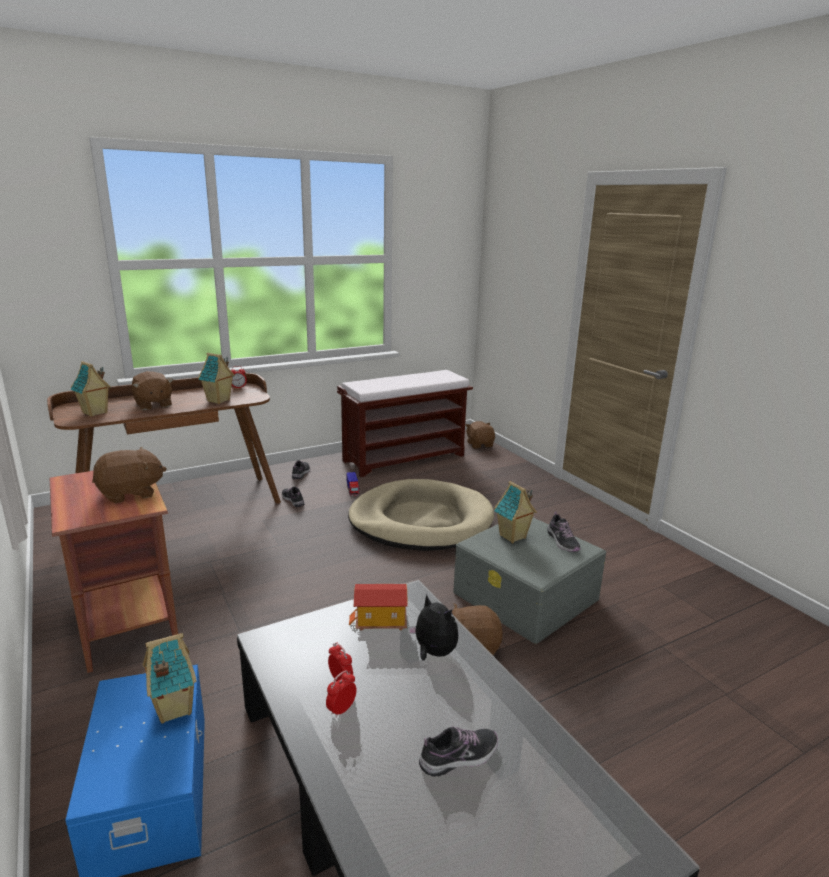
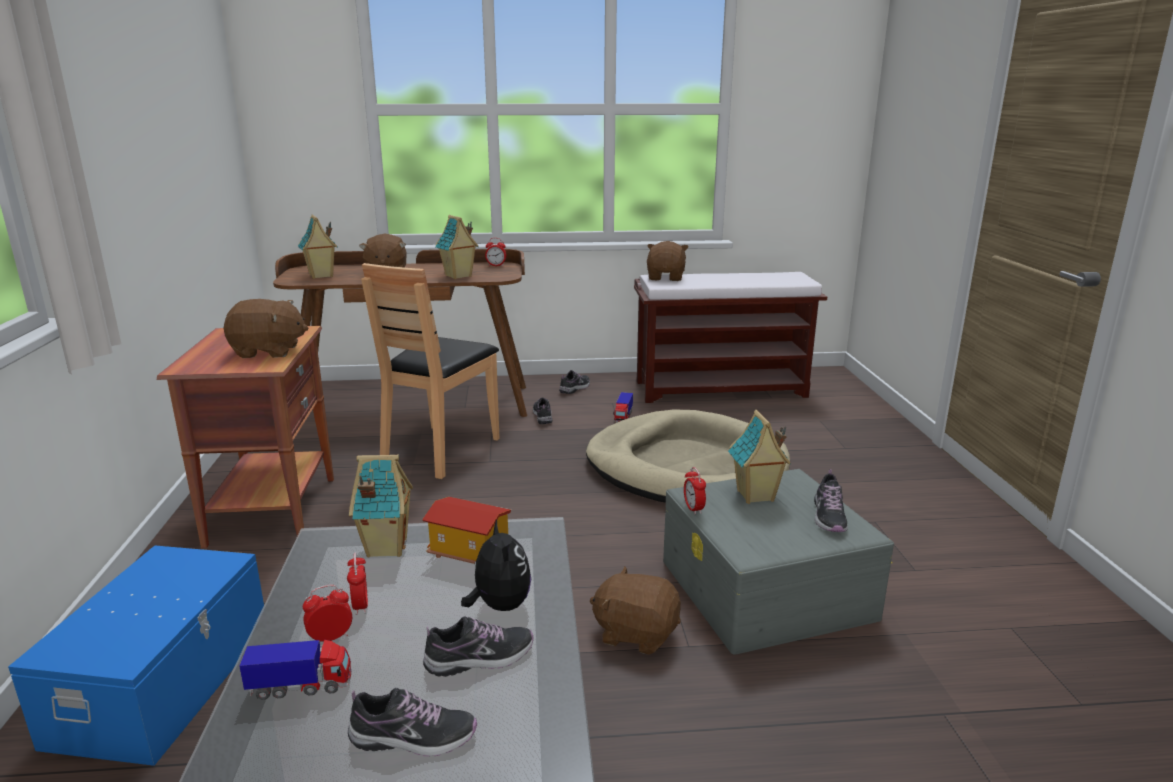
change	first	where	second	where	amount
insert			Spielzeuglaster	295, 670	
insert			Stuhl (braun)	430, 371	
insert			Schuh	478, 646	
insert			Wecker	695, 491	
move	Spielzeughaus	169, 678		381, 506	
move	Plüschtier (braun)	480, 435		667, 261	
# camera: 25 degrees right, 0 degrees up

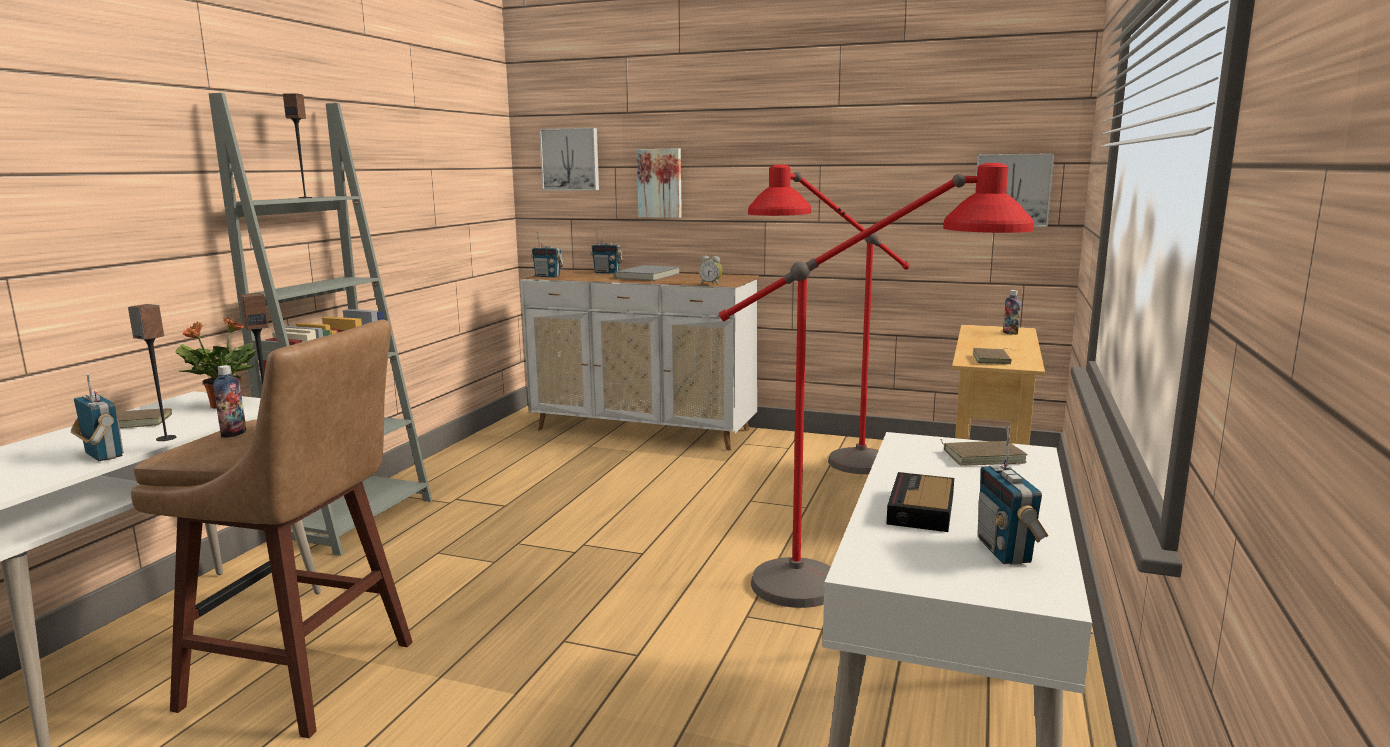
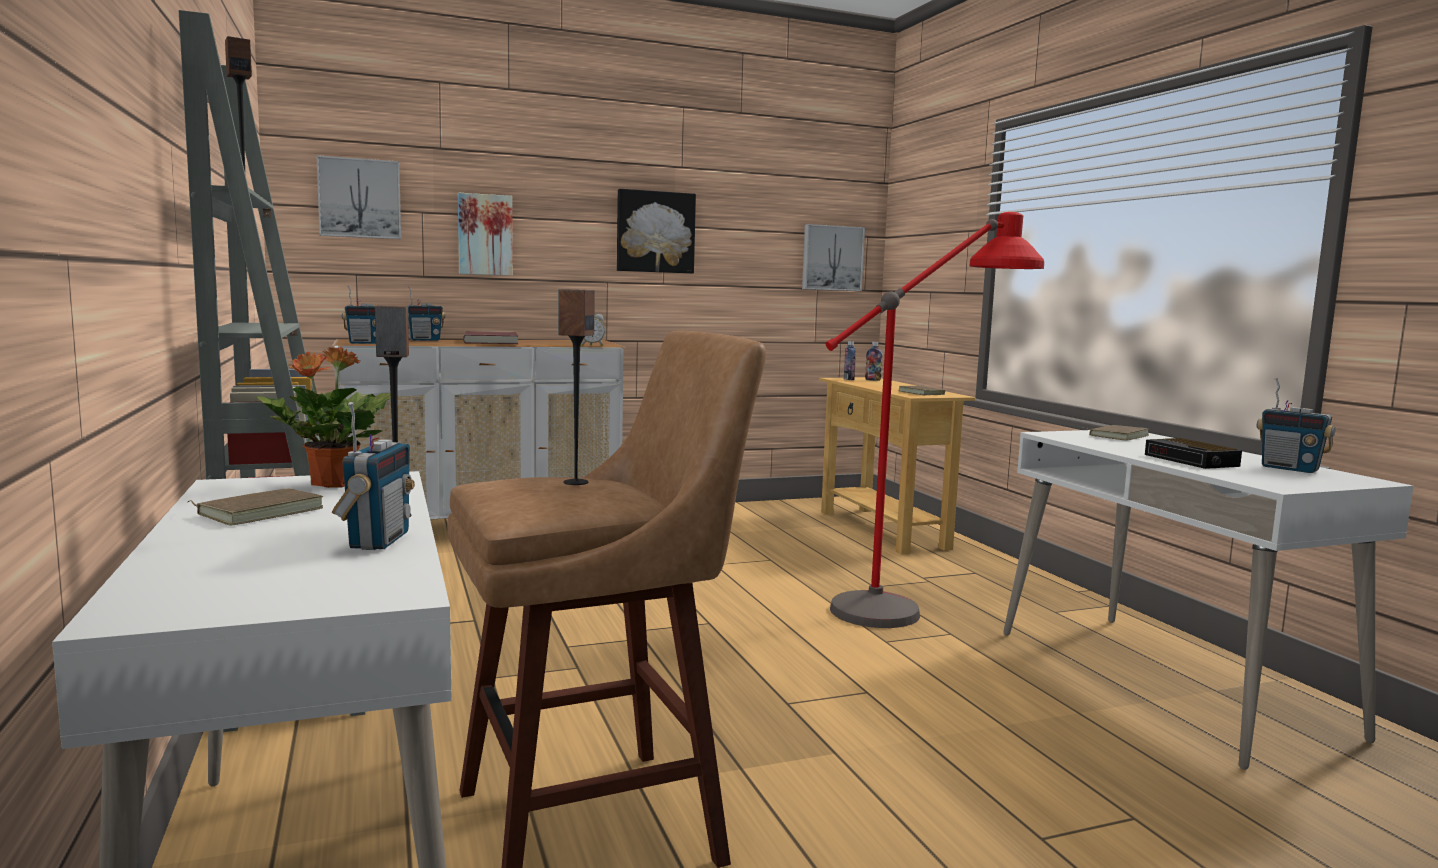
change	first	where	second	where	amount
delete	Stehlampe (rot)	829, 319			
insert			Bild	656, 231	
move	Flasche	230, 401		850, 360	
recolor	Buch (grau)	647, 273	Buch (rot)	490, 337	
rotate	Radio	97, 417		373, 476	90 degrees clockwise
# camera: 40 degrees left, 5 degrees down

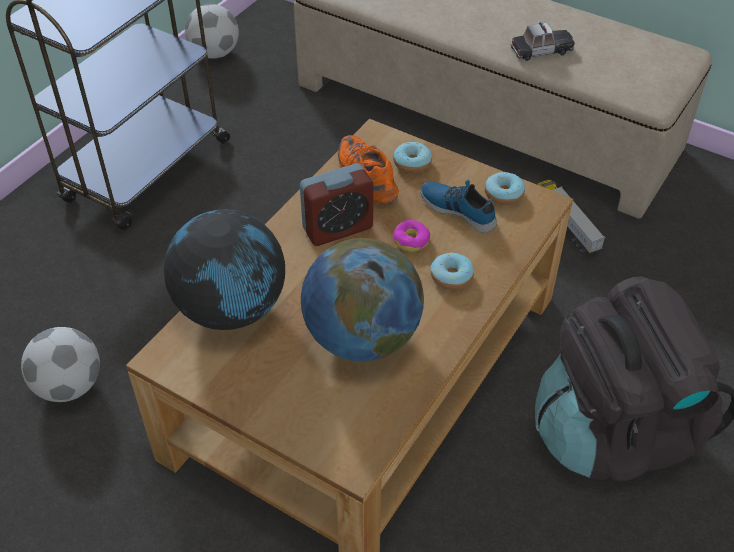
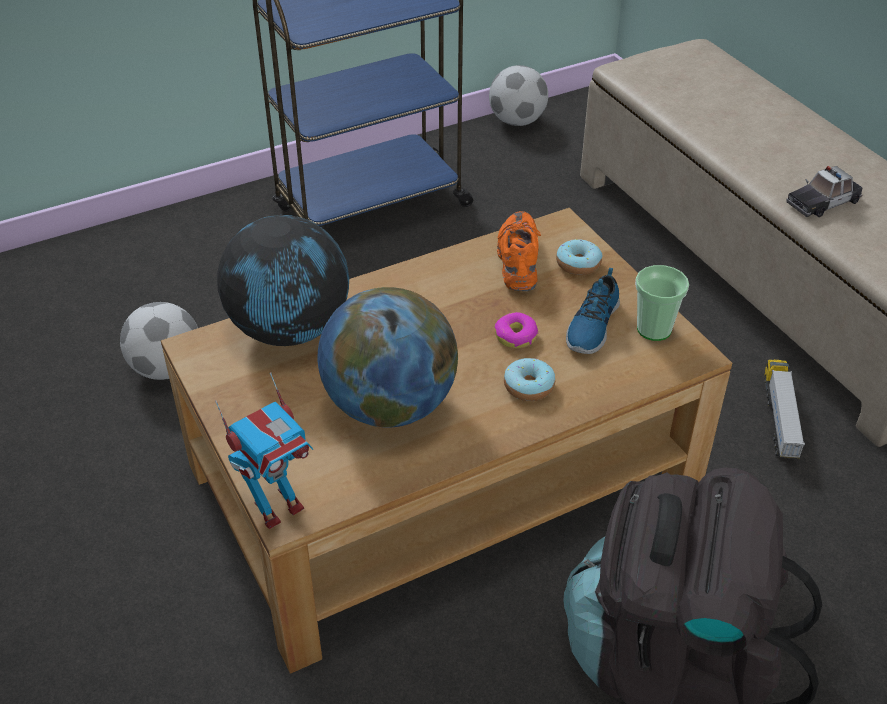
change	first	where	second	where	amount
delete	Wecker	336, 204			
insert			Spielzeugroboter	264, 450	
replace	Donut	505, 188	Tasse	662, 303	
rotate	Schuh	458, 206		593, 311	135 degrees counterclockwise
rotate	Spielzeugauto	543, 41		824, 191	135 degrees clockwise
# camera: 30 degrees right, 5 degrees down

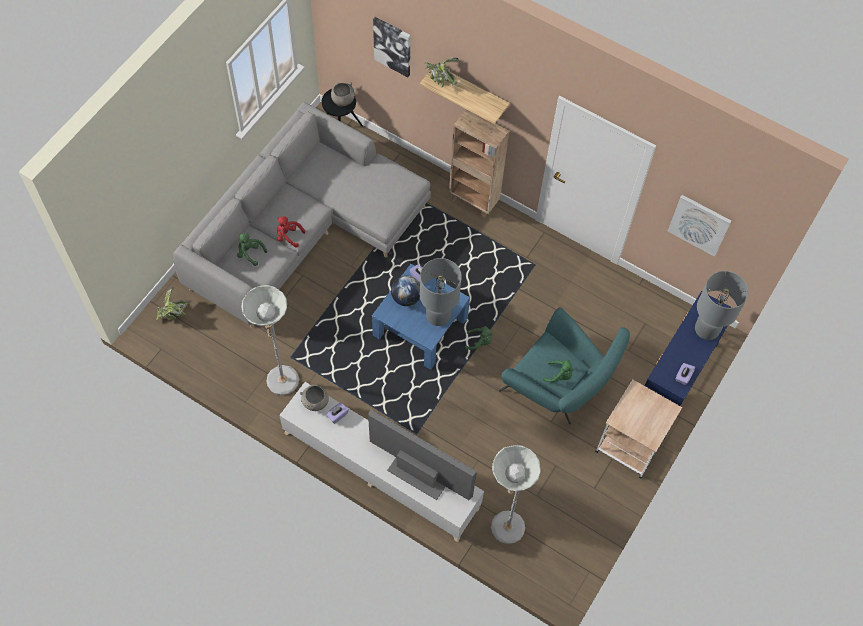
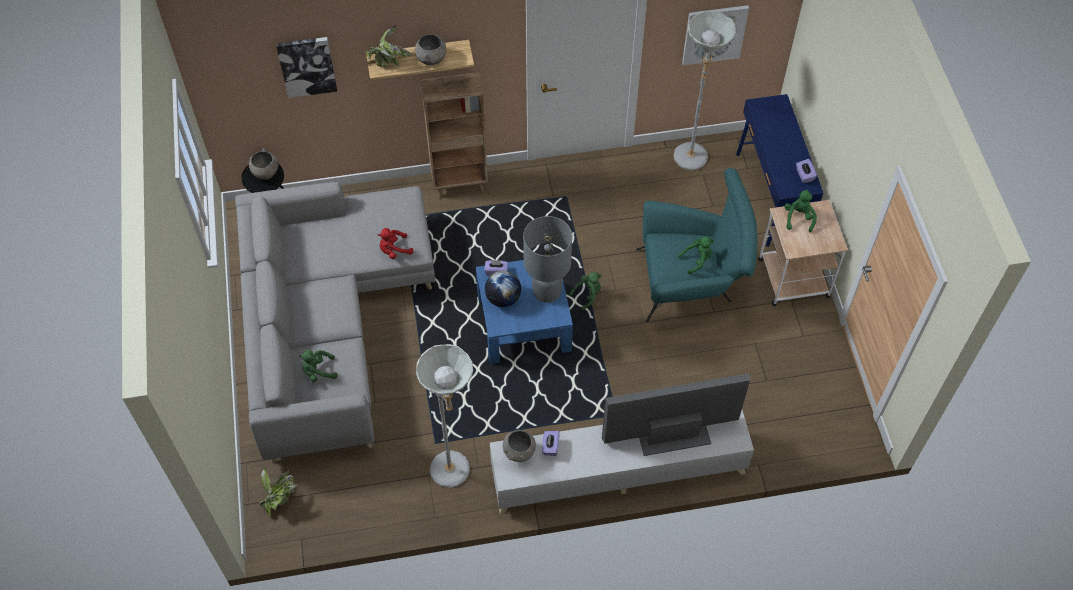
change	first	where	second	where	amount
delete	Tischlampe (grau)	721, 305			
insert			Schüssel (grau)	430, 49	
insert			Plüschtier (grün)	801, 210	
move	Plüschtier (rot)	291, 232		396, 243	
move	Stehlampe (grau)	516, 494		705, 90	
# camera: 40 degrees left, 5 degrees down

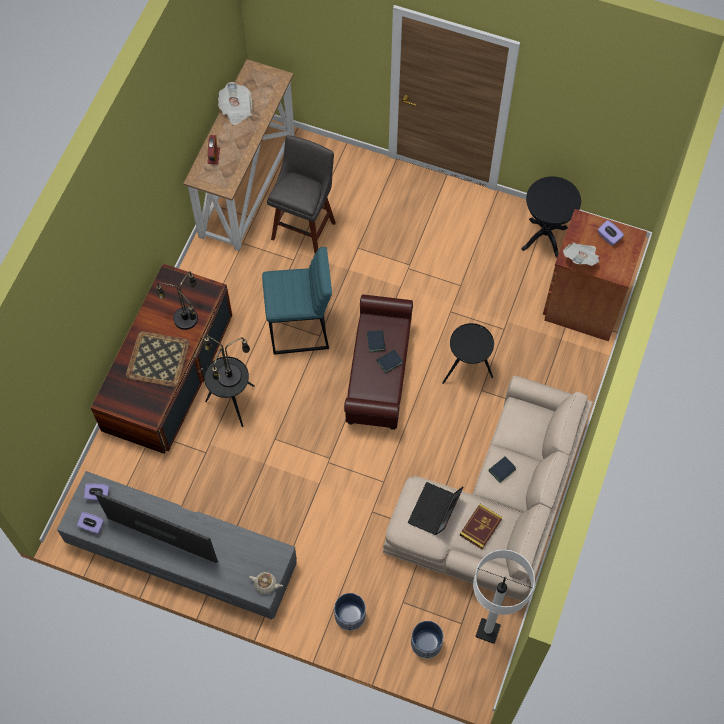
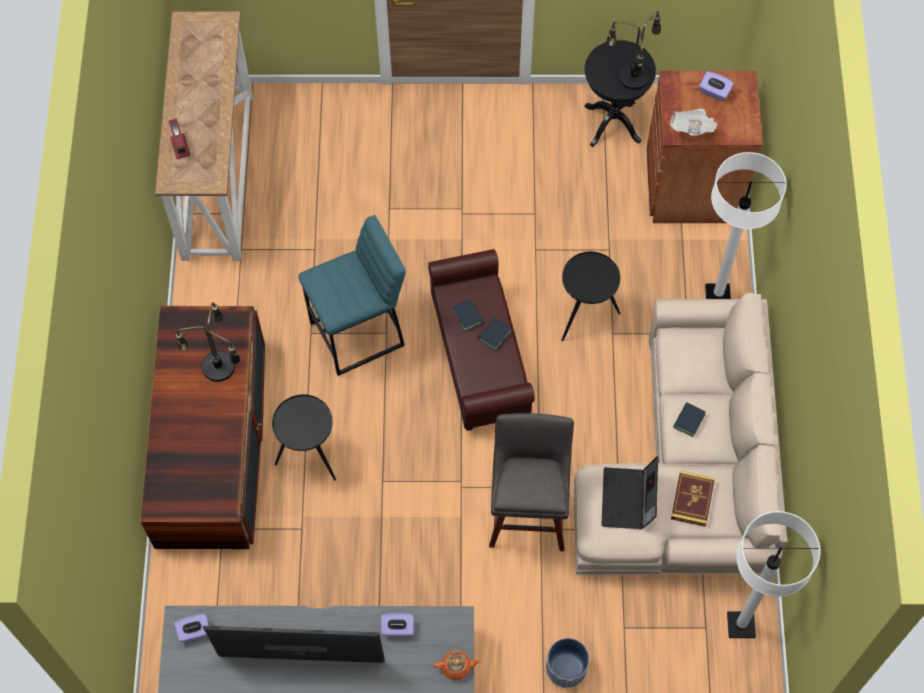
change	first	where	second	where	amount
delete	Tablett	158, 359			
delete	Zeitung	235, 103			
delete	Pflanzkübel	427, 640			
insert			Stehlampe (weiß)	745, 225	
move	Taschentuchbox (lila)	90, 523		397, 624	
move	Tischlampe	227, 361		634, 50	
move	Hocker (grau)	301, 194		531, 482	
recolor	Teekanne (beige)	266, 583	Teekanne (orange)	458, 665	
# camera: 20 degrees left, 0 degrees up

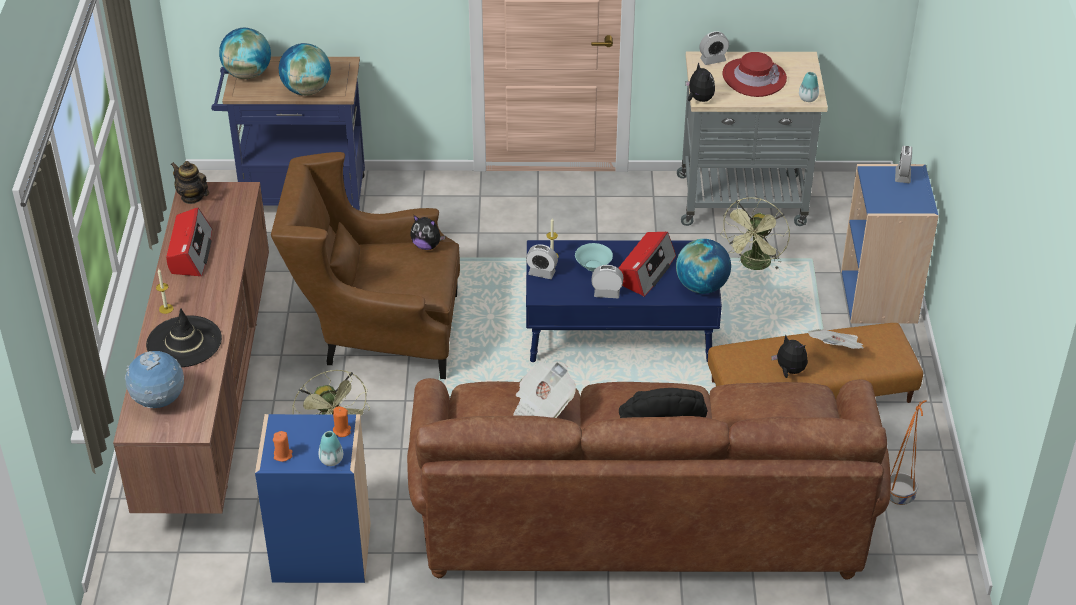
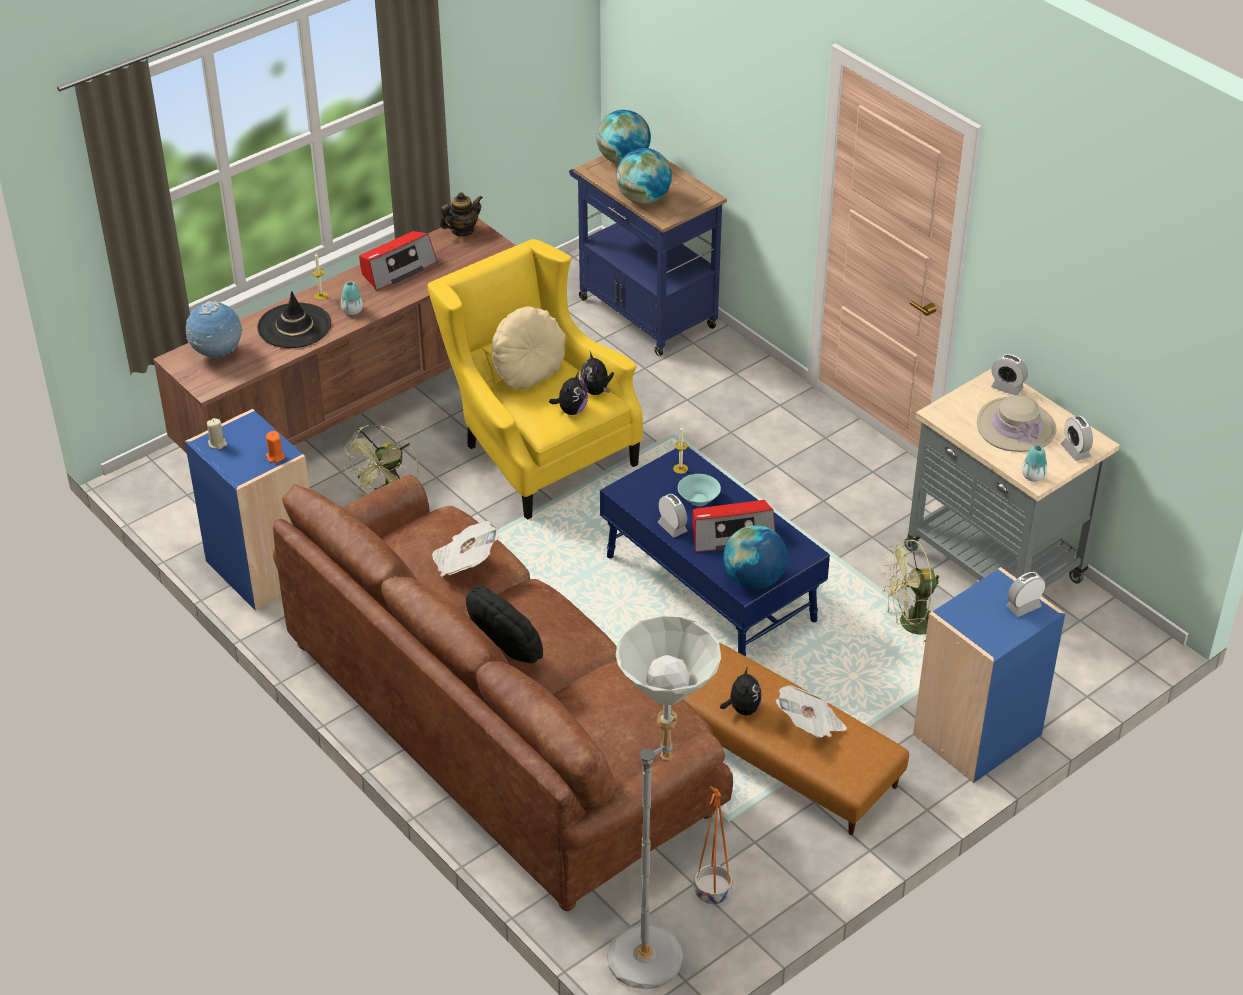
change	first	where	second	where	amount
insert			Kissen (beige)	528, 347	
insert			Stehlampe (grau)	664, 802	
move	Vase	330, 448		352, 298	
move	Wecker	542, 261		1077, 438	
move	Plüschtier	700, 82		568, 393	
recolor	Sessel (braun)	365, 265	Sessel (gelb)	535, 379	
recolor	Kerze (orange)	282, 446	Kerze (beige)	217, 433	
recolor	Hut (rot)	755, 74	Hut (beige)	1016, 423	
rotate	Teekanne	190, 182		461, 214	60 degrees clockwise
# camera: 50 degrees right, 0 degrees up

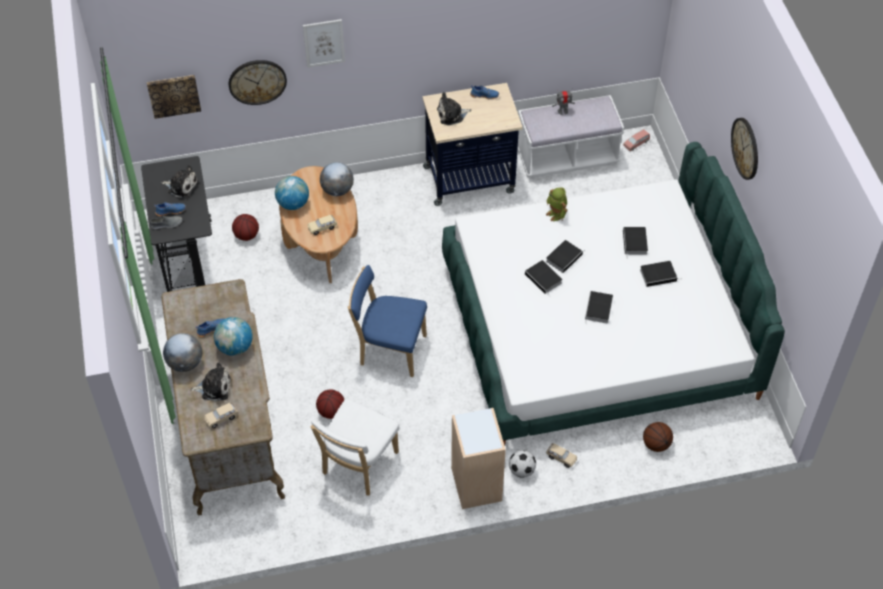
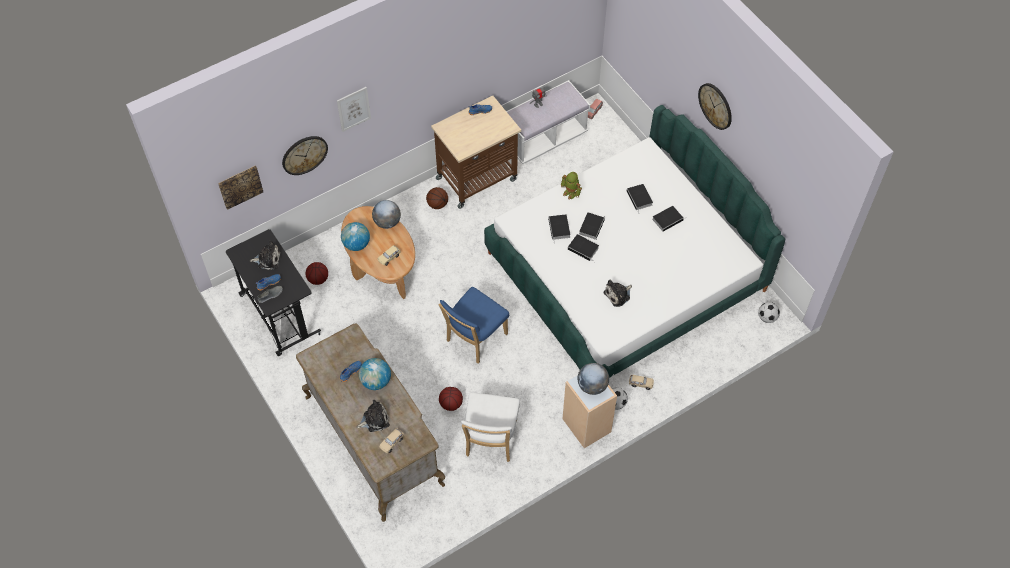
change	first	where	second	where	amount
insert			Fußball	769, 312	
move	Globus	182, 352		593, 379	
move	Plüschtier	454, 108		617, 293	
move	Buch	599, 308		559, 228	
move	Basketball	658, 437		437, 198	
recolor	Rollwagen (blau)	472, 144	Rollwagen (braun)	476, 152	
rotate	Stuhl (blau)	387, 321		474, 325	45 degrees counterclockwise
# camera: 20 degrees left, 5 degrees up

